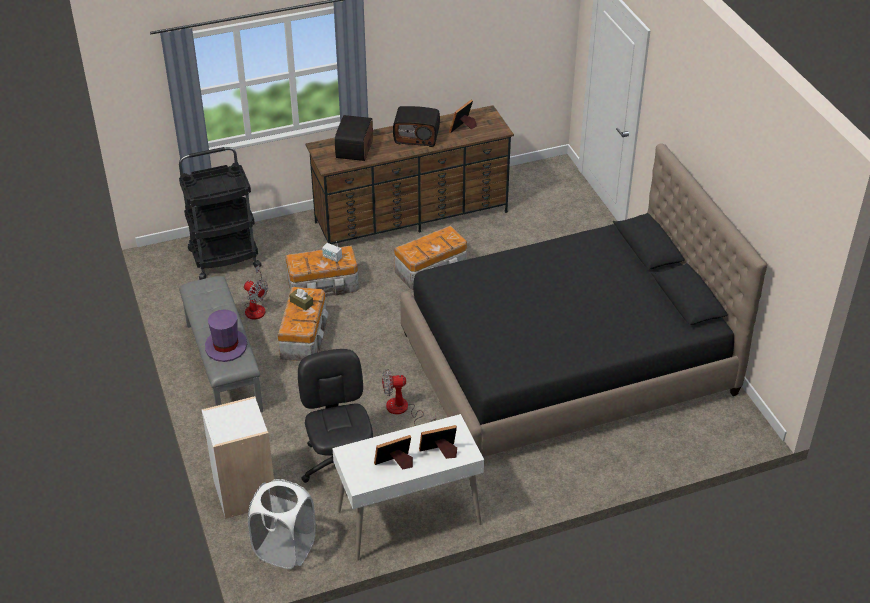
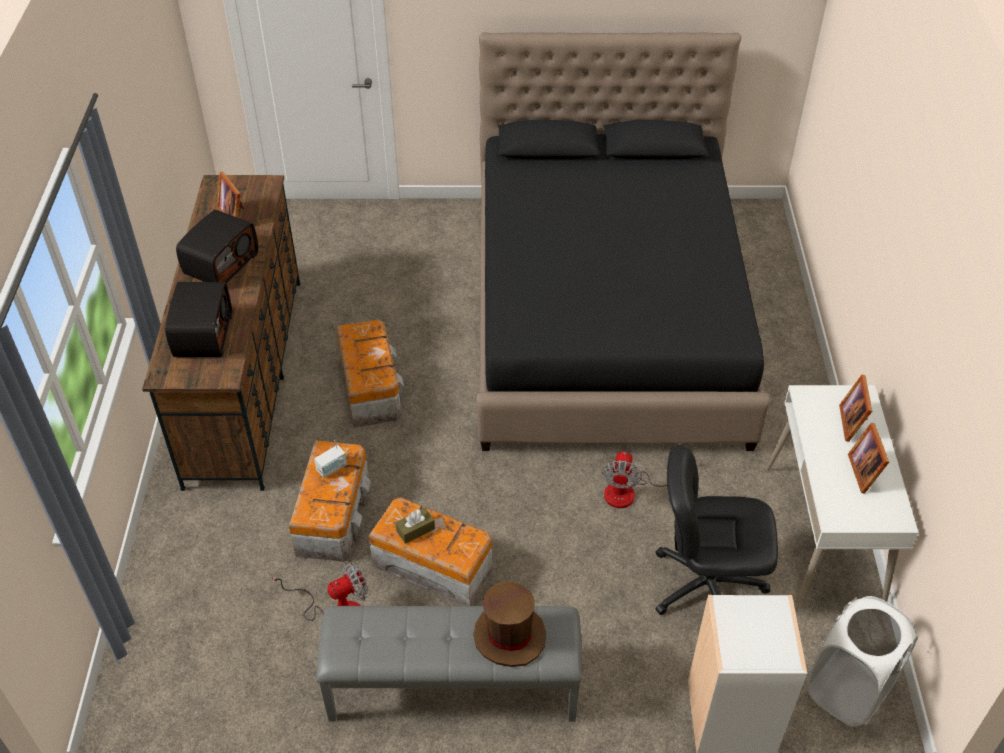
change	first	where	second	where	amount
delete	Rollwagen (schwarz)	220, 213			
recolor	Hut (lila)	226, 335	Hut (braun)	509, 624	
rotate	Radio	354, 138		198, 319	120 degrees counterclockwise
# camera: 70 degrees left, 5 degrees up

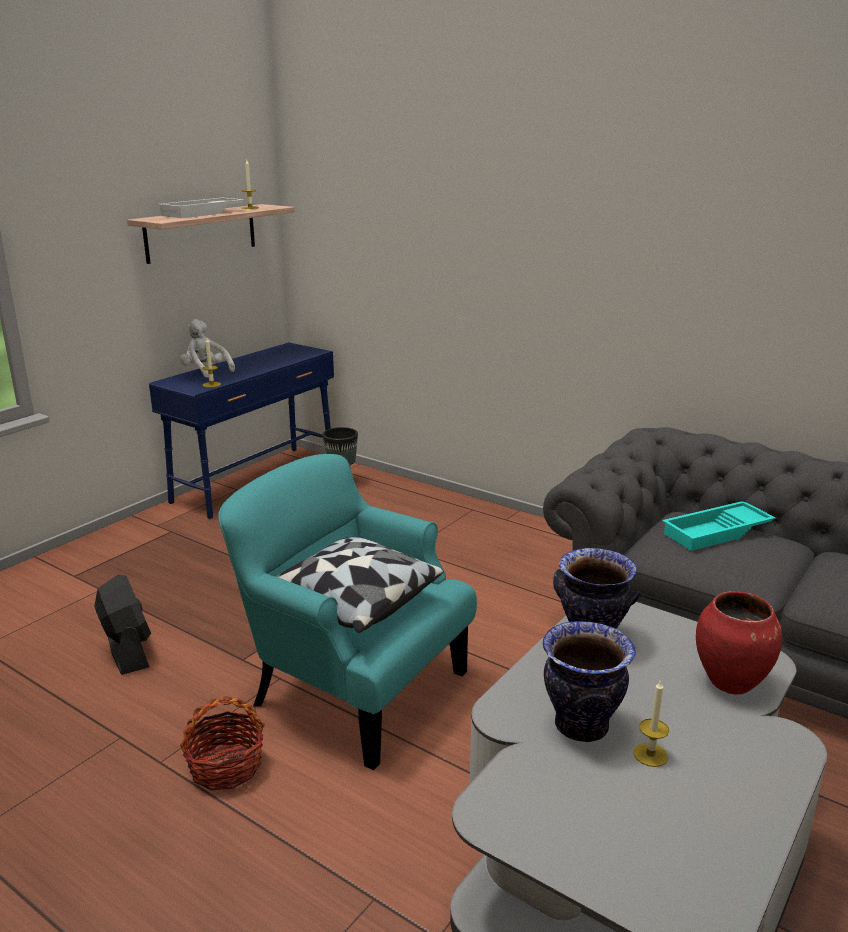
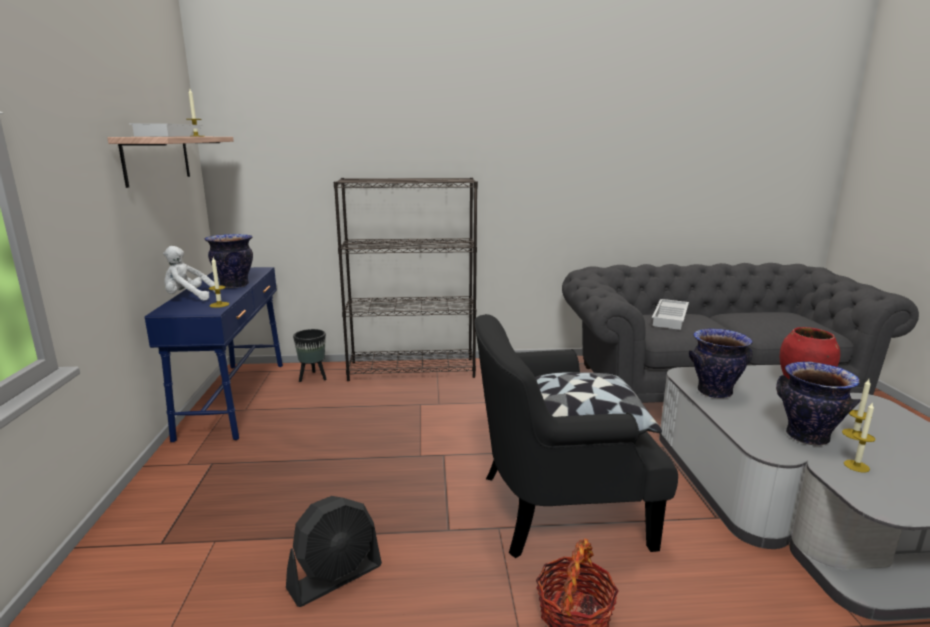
change	first	where	second	where	amount
insert			Vase	228, 261	
insert			Bücherregal (schwarz)	406, 279	
insert			Kerze	859, 437	
recolor	Sessel (türkis)	348, 612	Sessel (schwarz)	576, 436	
recolor	Tablett (türkis)	719, 526	Tablett (weiß)	670, 314	
rotate	Ventilator (schwarz)	122, 625		334, 551	120 degrees clockwise
# camera: 40 degrees left, 5 degrees down

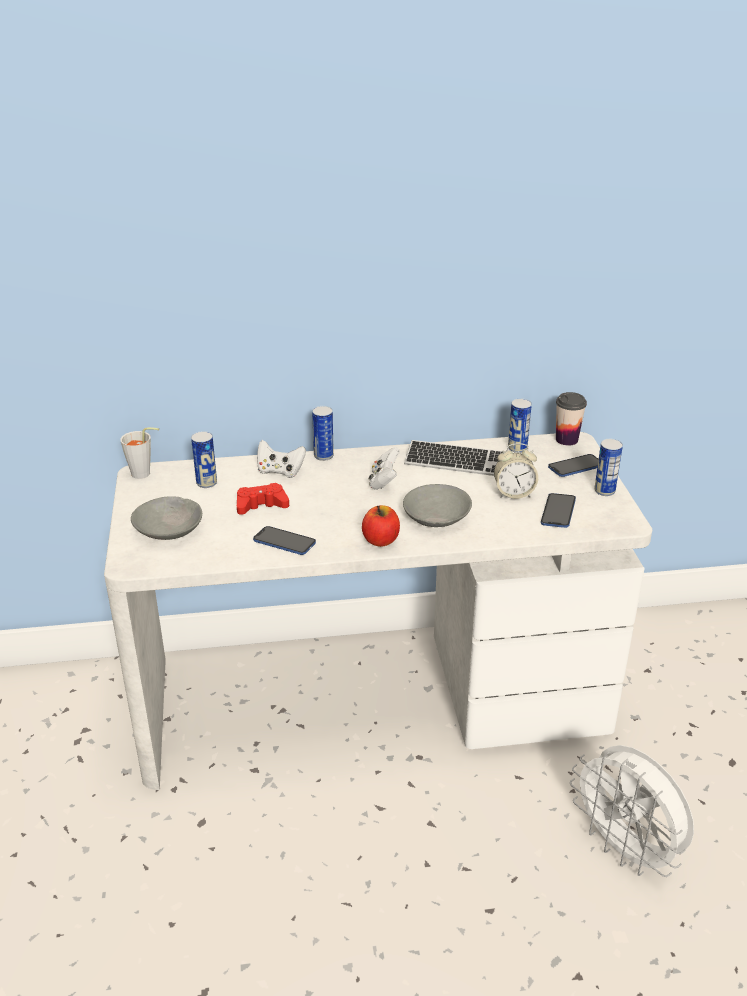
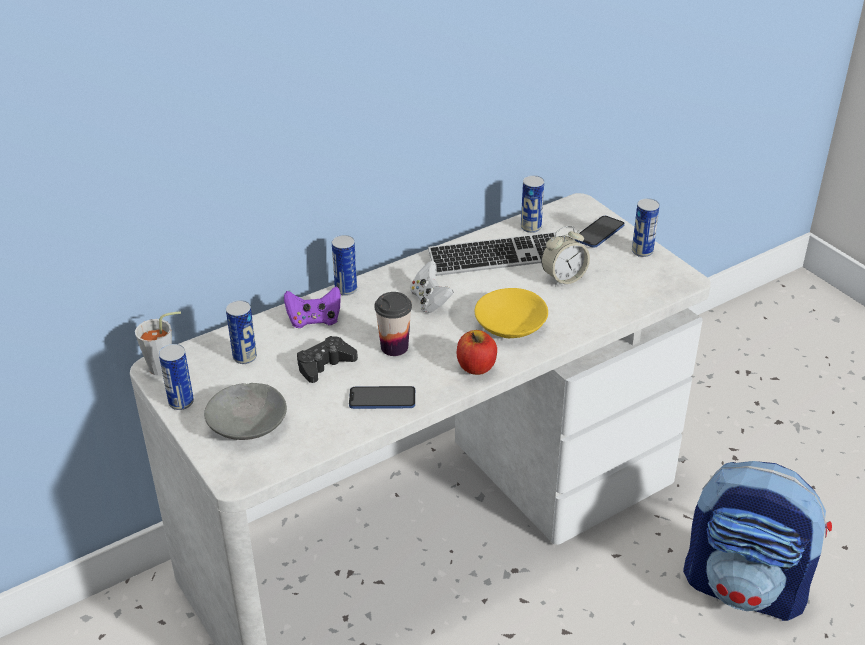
change	first	where	second	where	amount
delete	Handy	558, 510			
insert			Dose	176, 377	
move	Tasse	571, 419		393, 324	
replace	Ventilator (weiß)	632, 811	Rucksack	757, 541	
recolor	Gamepad (rot)	263, 499	Gamepad (schwarz)	327, 359	
recolor	Gamepad (weiß)	281, 459	Gamepad (lila)	312, 307	
recolor	Schüssel (grau)	437, 505	Schüssel (gelb)	511, 313	
# camera: 25 degrees left, 5 degrees up

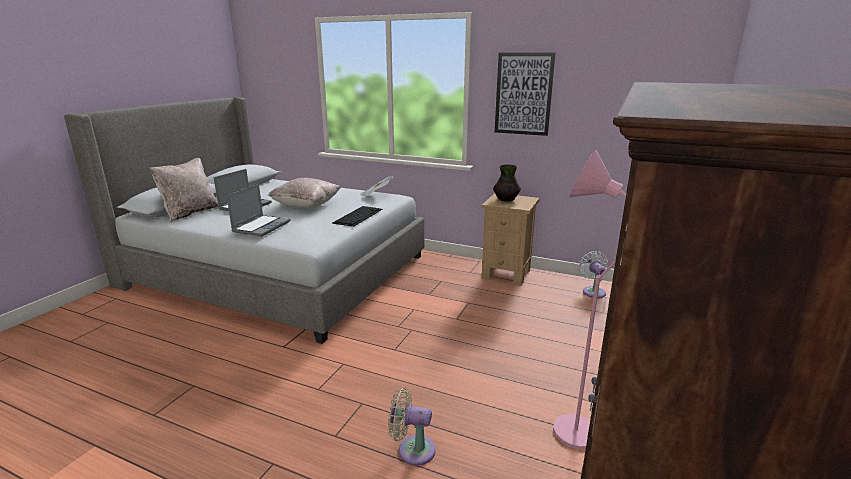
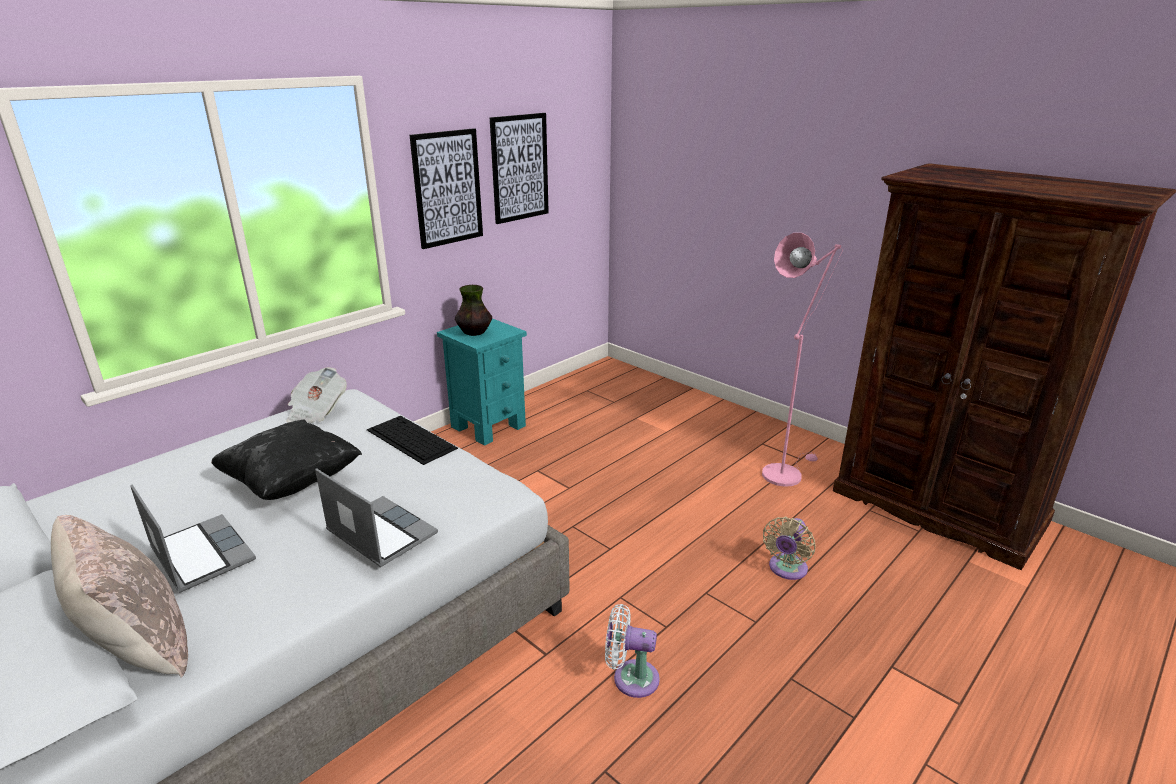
change	first	where	second	where	amount
insert			Bild	519, 168	
move	Ventilator (weiß)	593, 274		632, 651	
recolor	Kissen (beige)	304, 193	Kissen (schwarz)	286, 460	
recolor	Nachttisch (beige)	511, 239	Nachttisch (türkis)	482, 382	
# camera: 70 degrees left, 5 degrees up

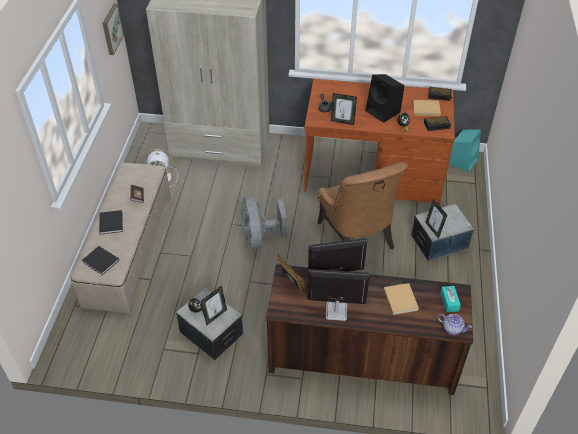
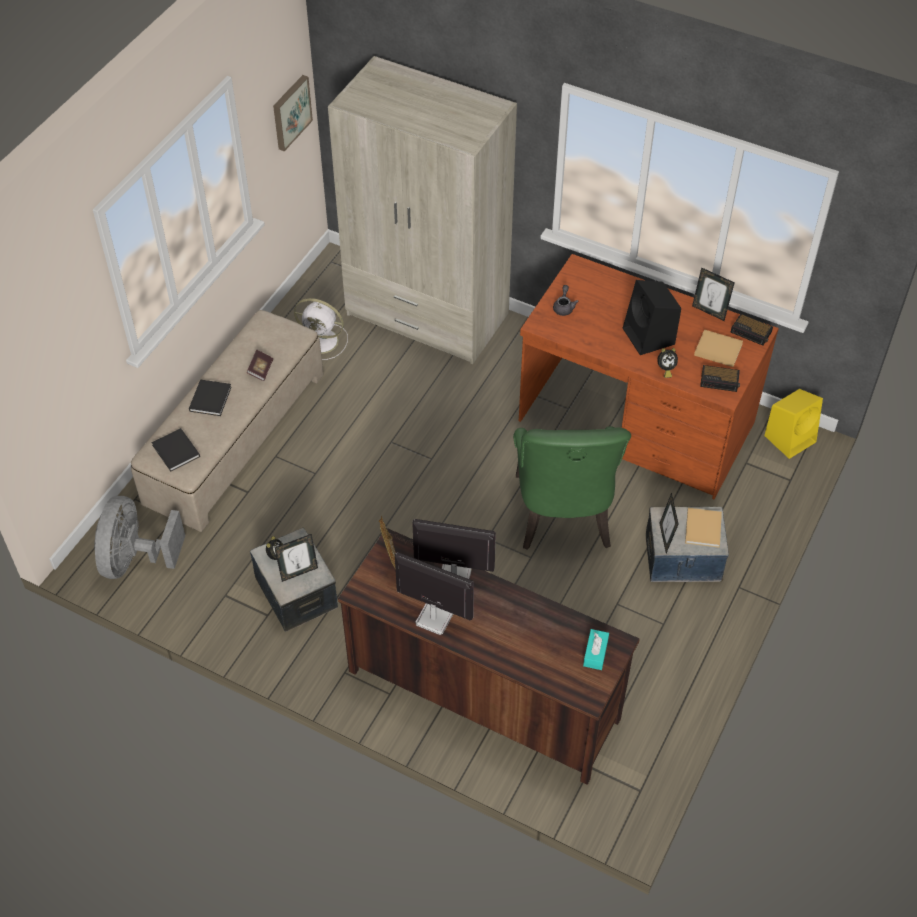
change	first	where	second	where	amount
delete	Teekanne	454, 324			
move	Ventilator (grau)	264, 222		139, 537	
move	Bilderrahmen	344, 109		713, 294	
move	Buch (beige)	401, 299		703, 528	
recolor	Stuhl (braun)	362, 206	Stuhl (grün)	572, 488	
recolor	Lautsprecher (türkis)	465, 150	Lautsprecher (gelb)	793, 424	
# camera: 20 degrees right, 5 degrees up

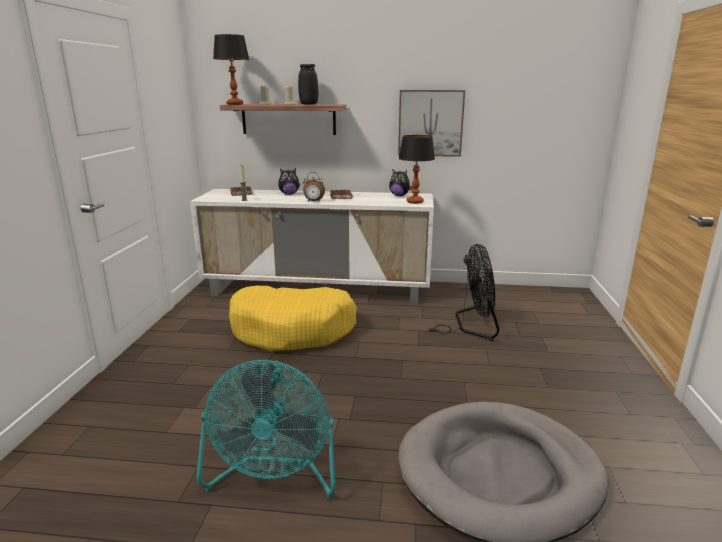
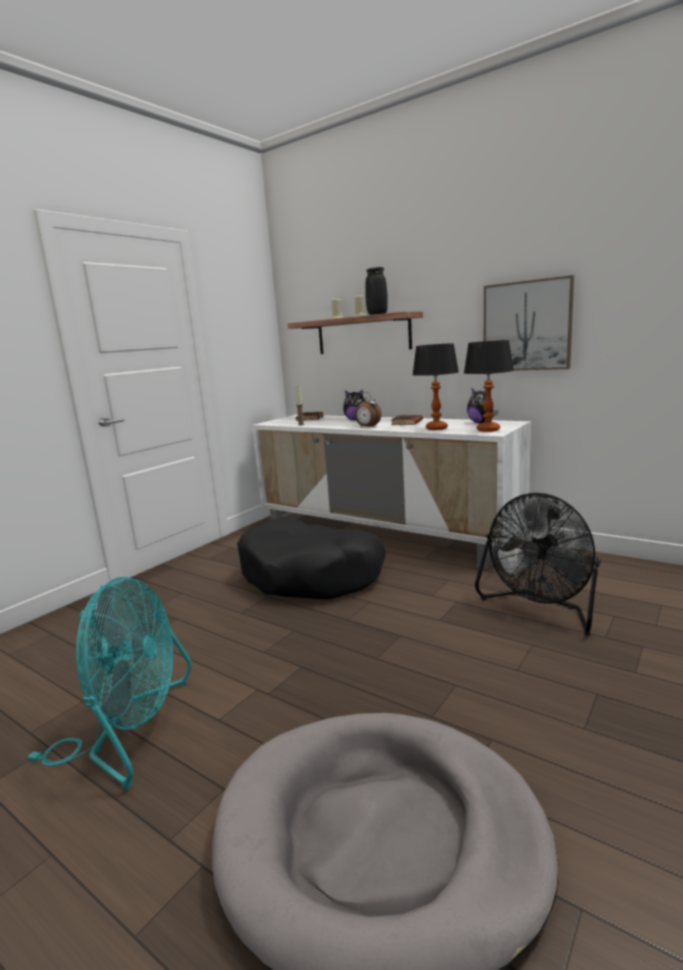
change	first	where	second	where	amount
move	Tischlampe	231, 69		435, 386	
recolor	Hundebett (gelb)	293, 318	Hundebett (schwarz)	311, 559	
rotate	Ventilator (türkis)	265, 429		109, 683	120 degrees counterclockwise
rotate	Ventilator (schwarz)	463, 292		538, 564	105 degrees clockwise
# camera: 30 degrees right, 5 degrees down

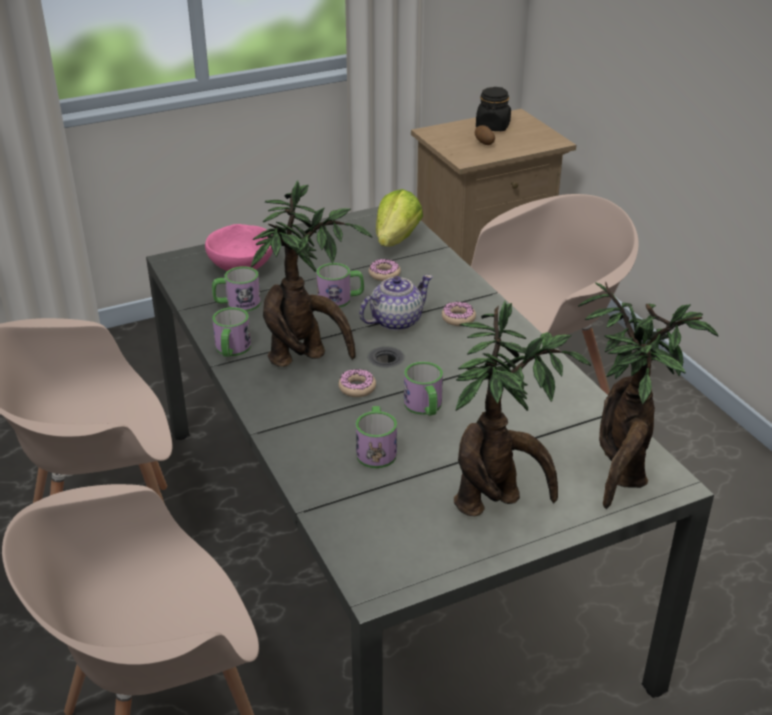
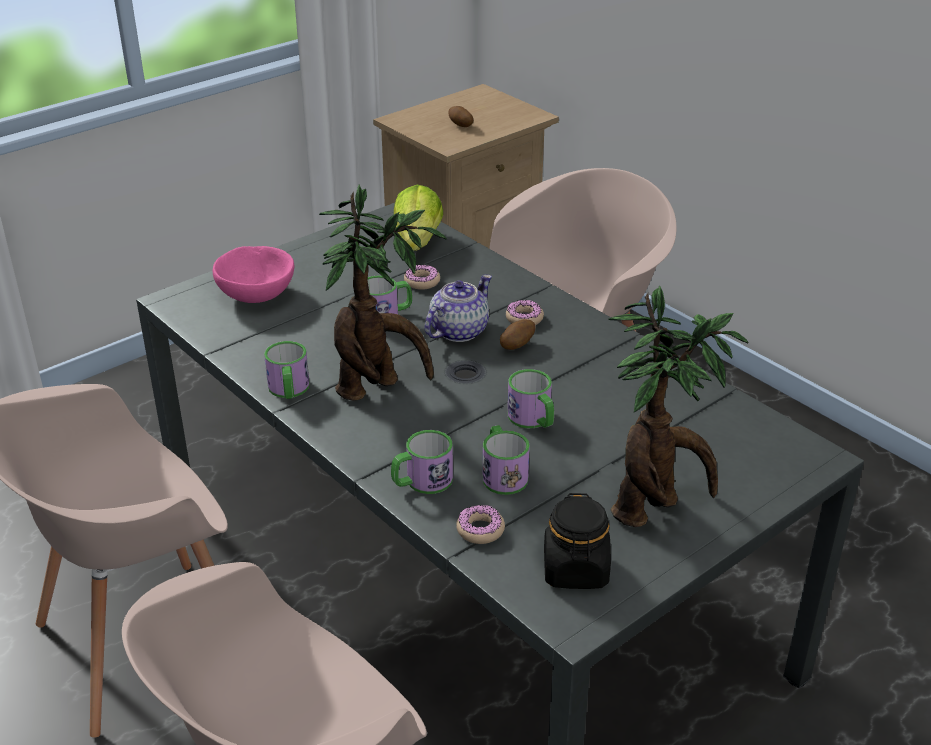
change	first	where	second	where	amount
delete	Topfpflanze	648, 395			
insert			Kartoffel	517, 334	
move	Henkelbecher	236, 289		422, 462	
move	Donut	357, 383		480, 524	
move	Vorratsglas (schwarz)	493, 109		577, 541	
# camera: 15 degrees left, 0 degrees up

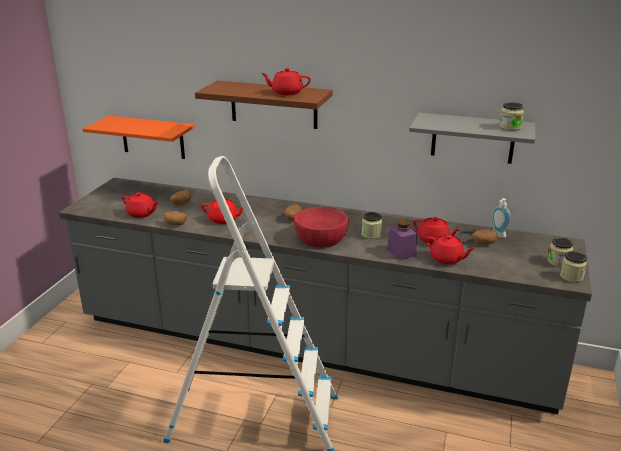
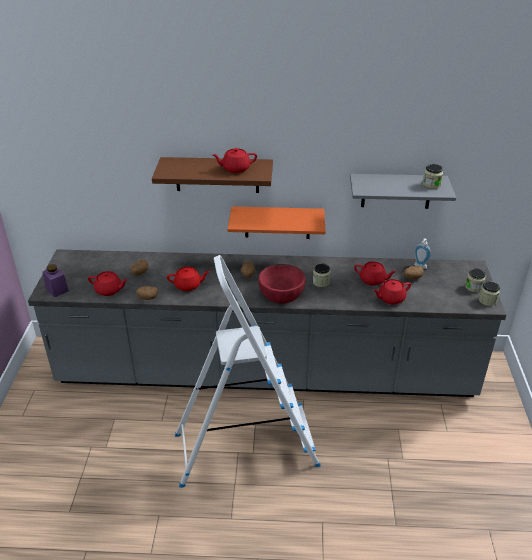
change	first	where	second	where	amount
move	Wandregal (orange)	139, 137		276, 222	
move	Vorratsglas (lila)	402, 240		55, 280	
rotate	Teekanne (rot)	450, 249		392, 291	135 degrees clockwise
# camera: 15 degrees left, 10 degrees up

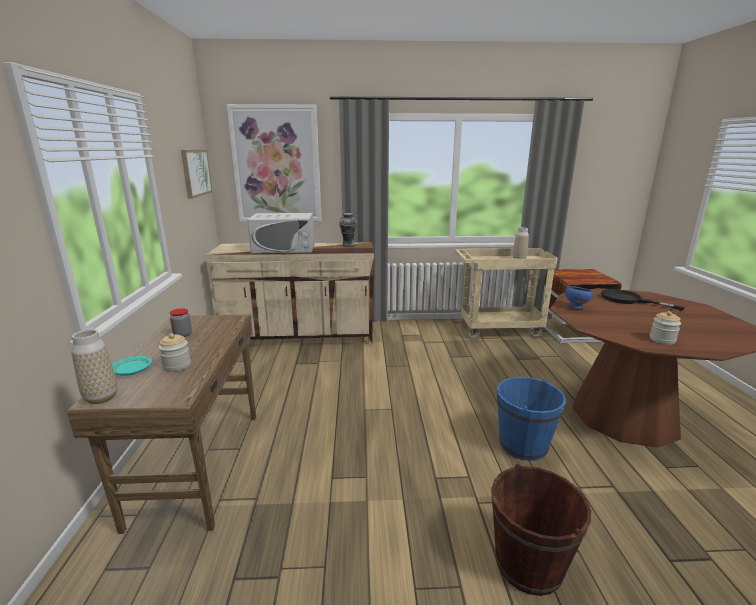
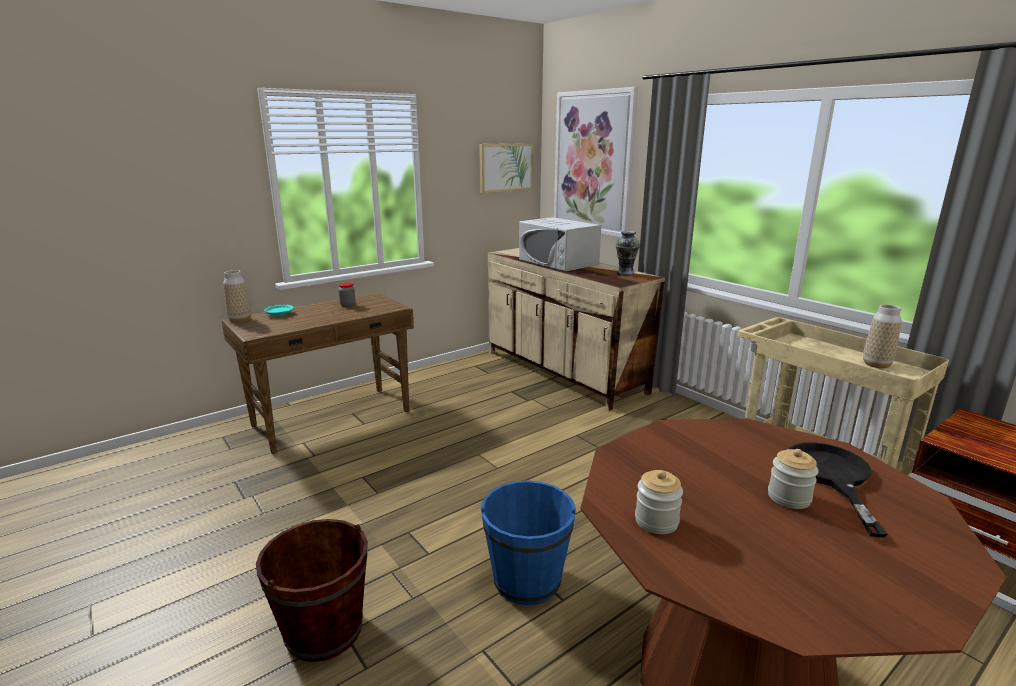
change	first	where	second	where	amount
delete	Schüssel (blau)	579, 297			
move	Vorratsglas	175, 352		793, 479	
# camera: 55 degrees right, 0 degrees up

